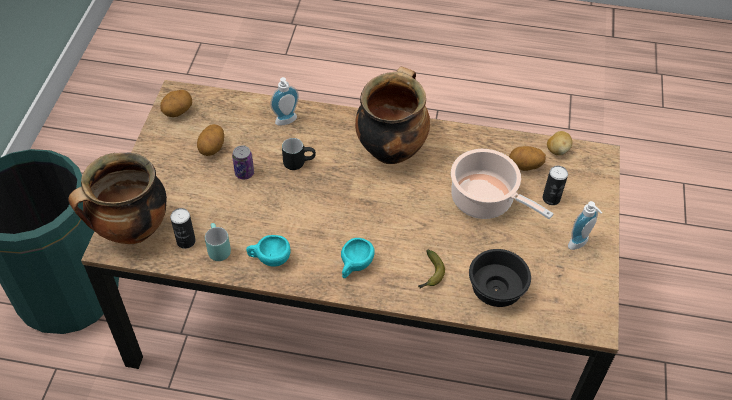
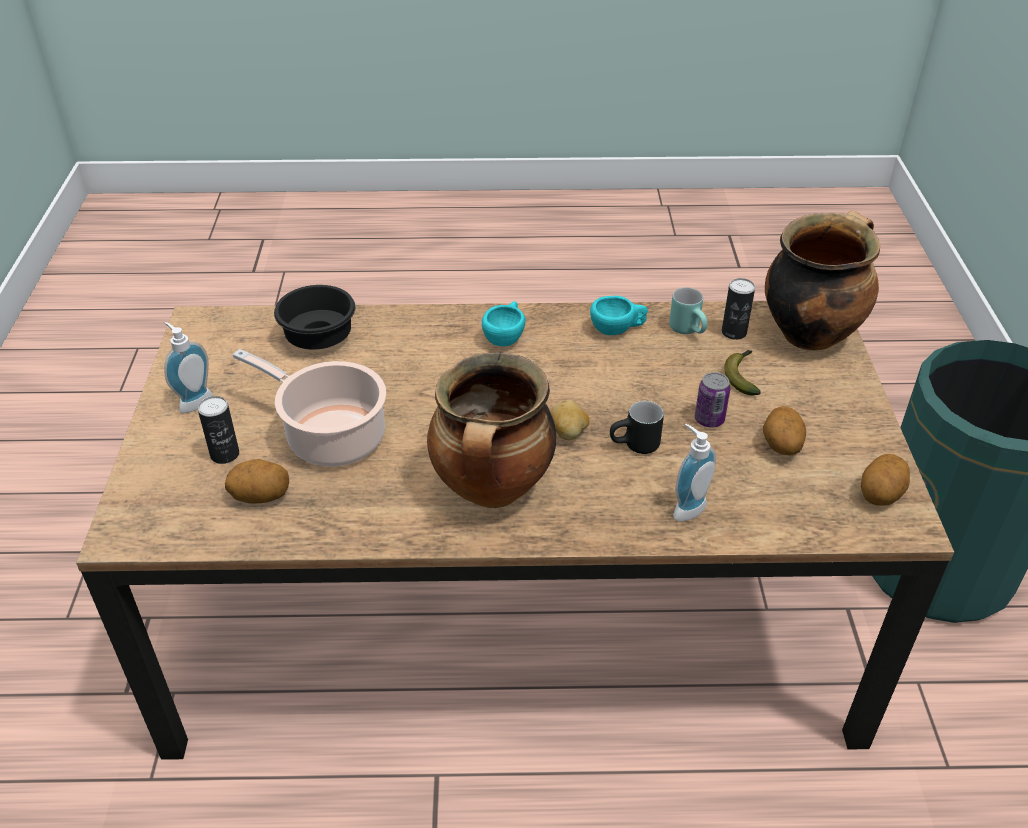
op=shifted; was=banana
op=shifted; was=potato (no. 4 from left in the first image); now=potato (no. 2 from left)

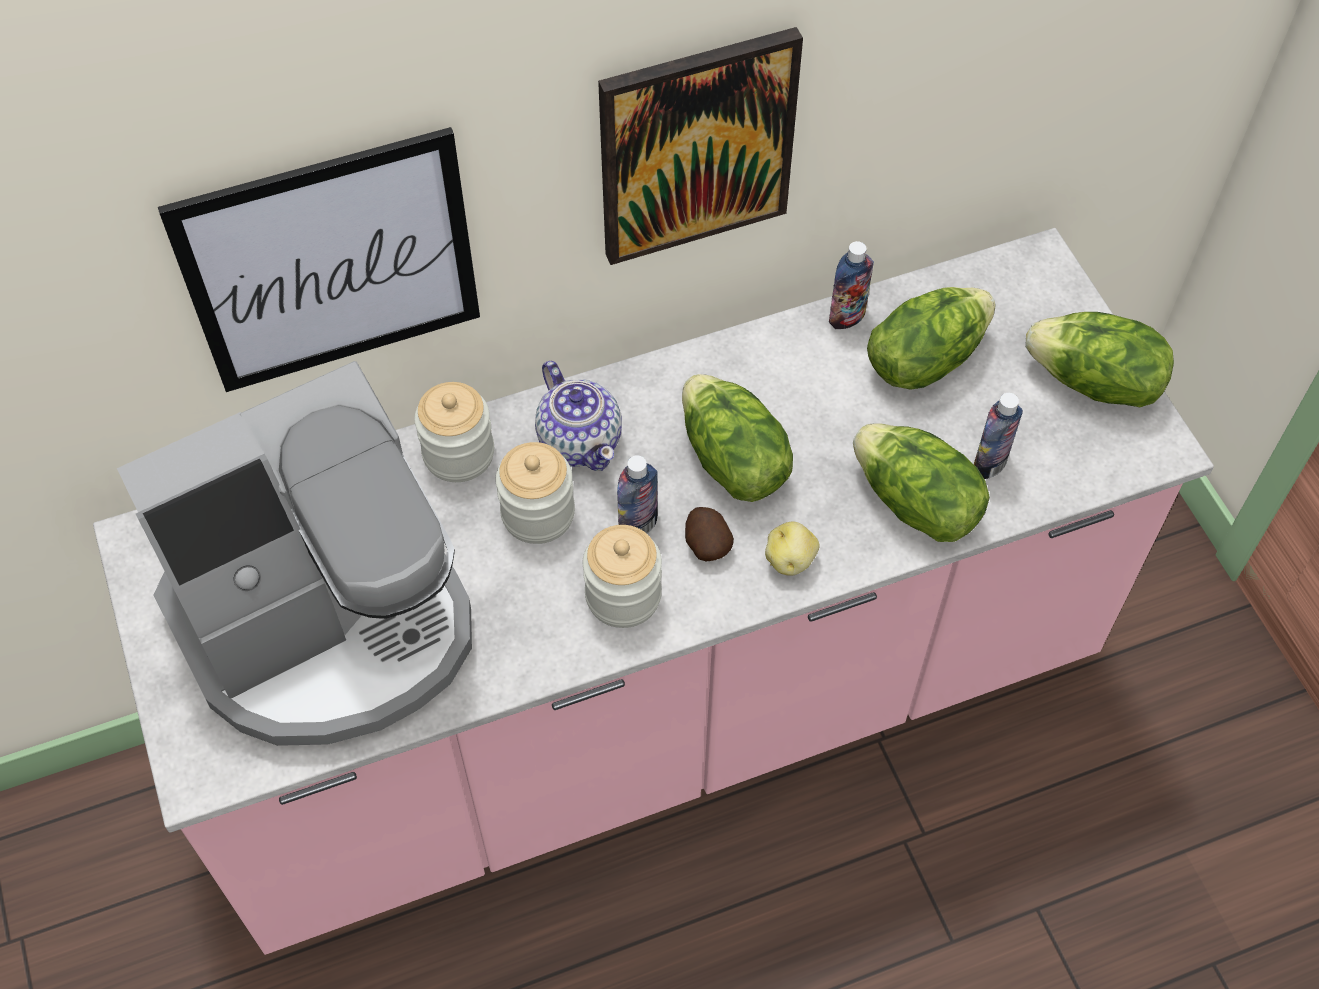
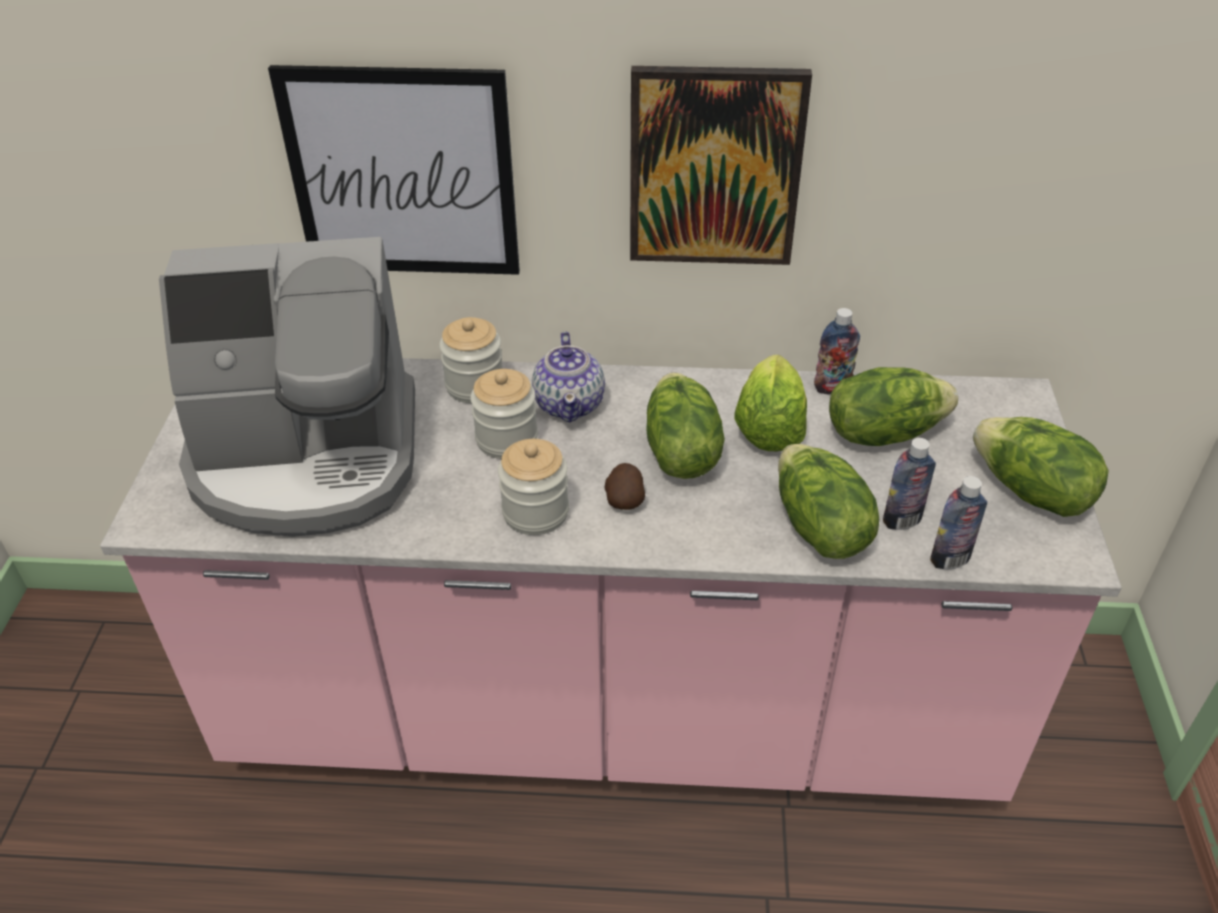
op=shifted; was=bottle (no. 1 from left in the first image); now=bottle (no. 3 from left)
op=gone; was=potato (no. 2 from left)
op=new; now=lettuce (no. 2 from left)

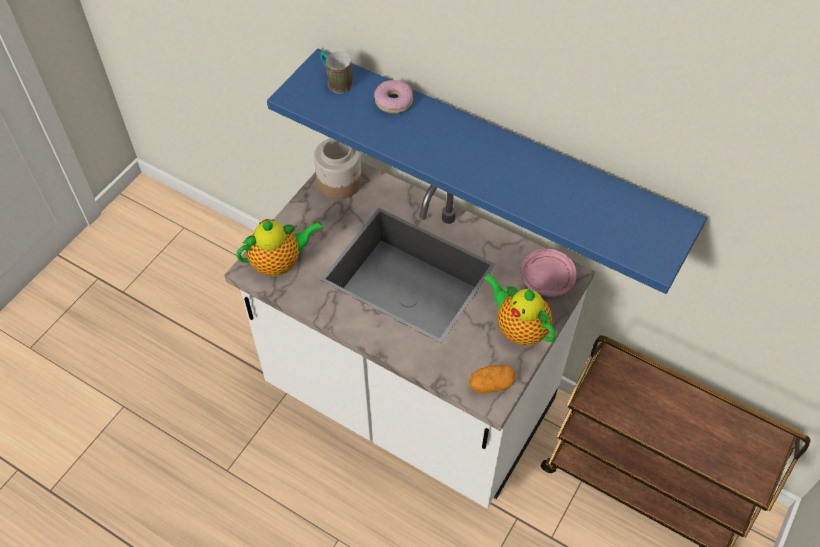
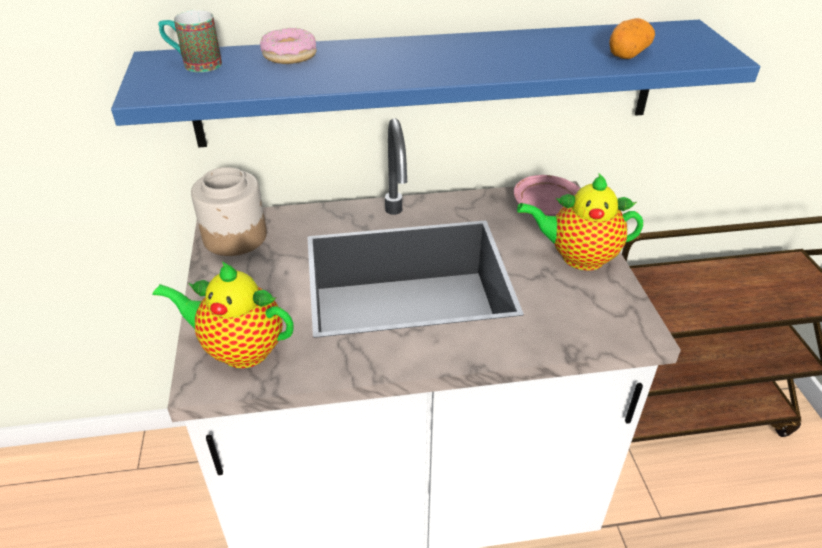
op=rotated; was=teapot (no. 1 from left); clockwise=-105
op=shifted; was=potato

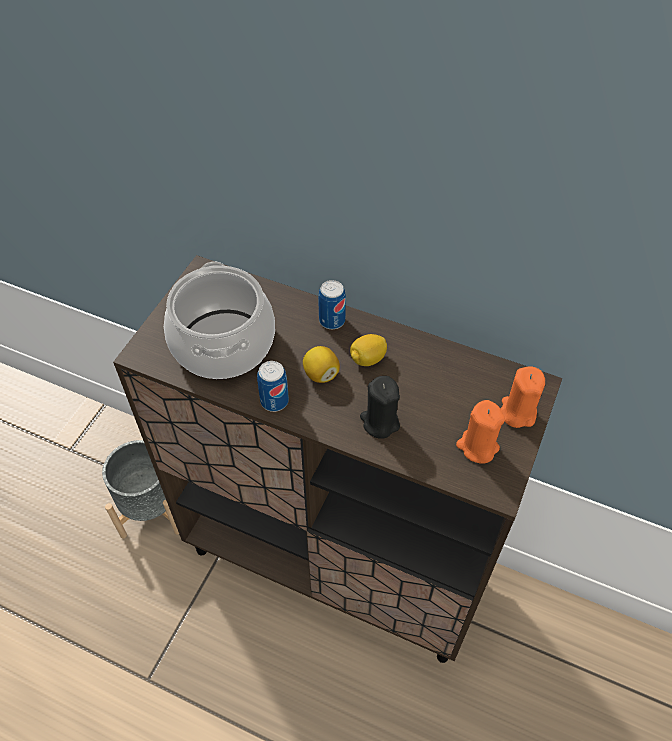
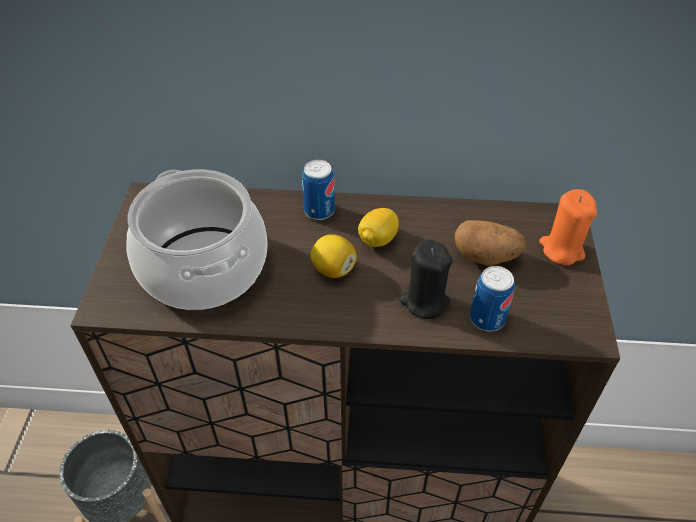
op=shifted; was=can (no. 1 from left in the first image); now=can (no. 2 from left)
op=gone; was=candle/orange (no. 1 from left)
op=new; now=potato

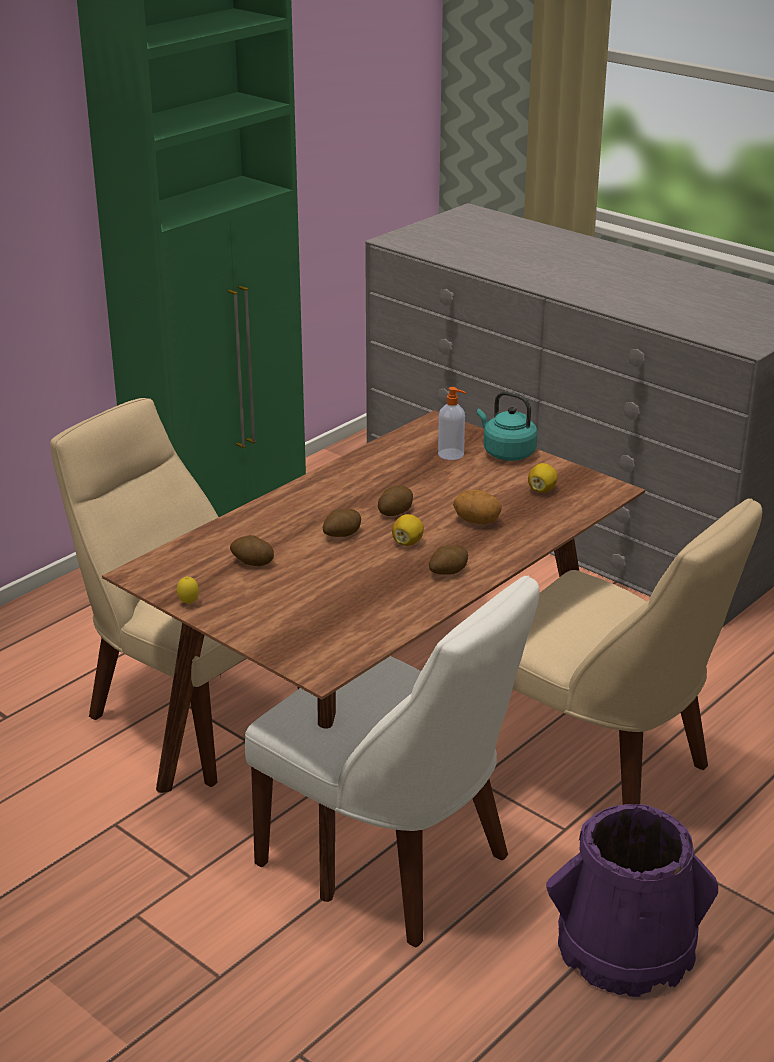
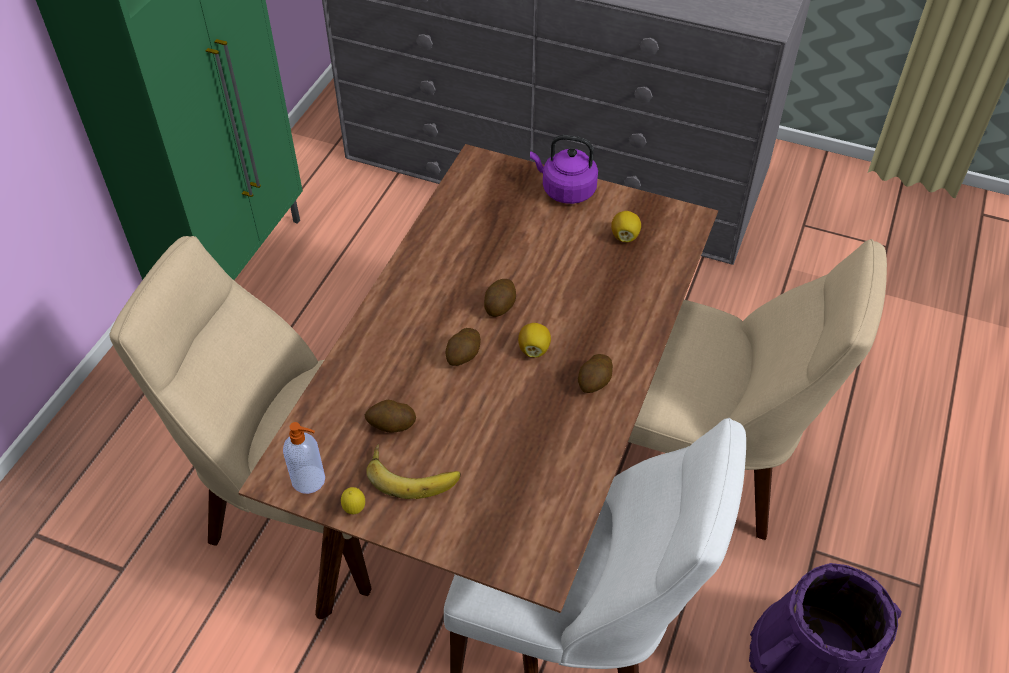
op=shifted; was=soap dispenser
op=gone; was=potato (no. 5 from left)
op=repainted; was=kettle/turquoise; now=kettle/purple
op=new; now=banana

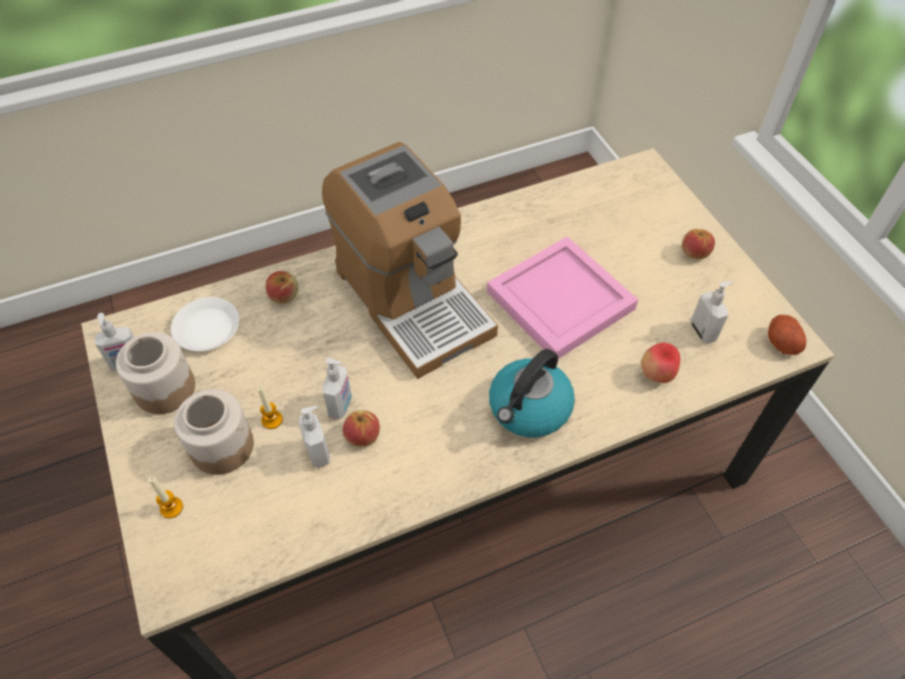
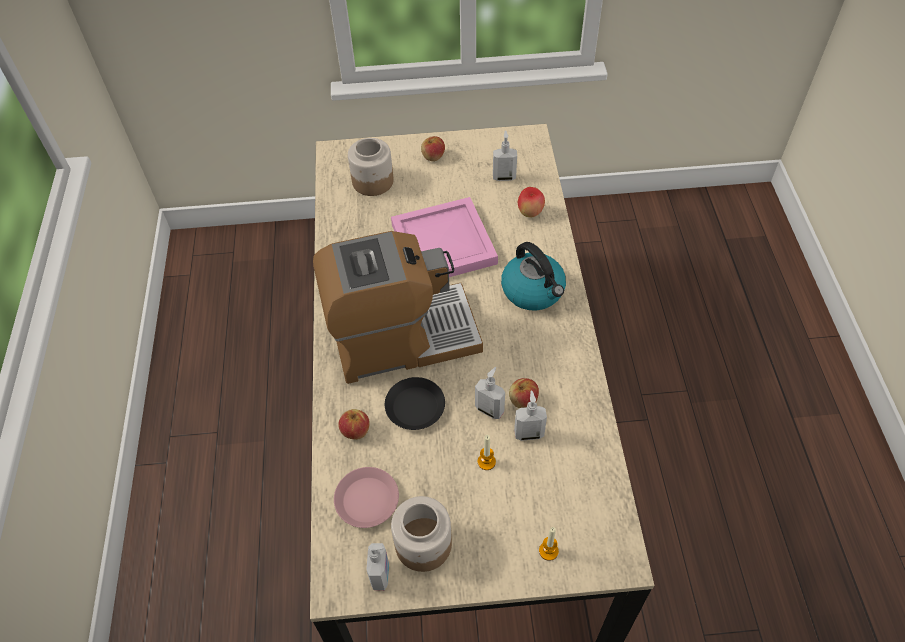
op=repainted; was=plate/white; now=plate/pink
op=shifted; was=jar (no. 2 from left in the first image); now=jar (no. 1 from left)
op=gone; was=potato
op=new; now=plate/black

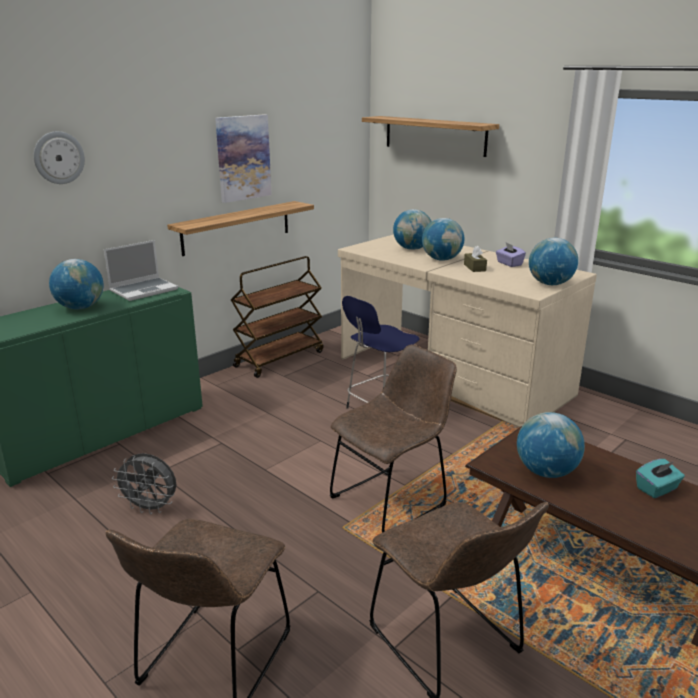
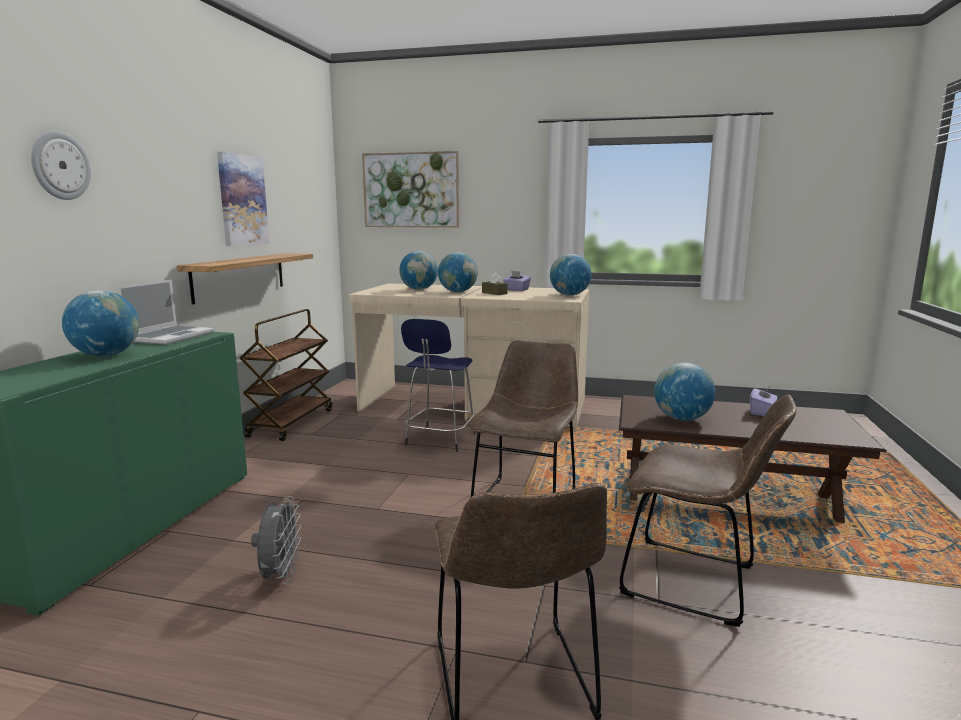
op=rotated; was=fan/grey; clockwise=-75
op=swapped; was=shelf (no. 2 from left); now=picture (no. 2 from left)
op=repainted; was=tissue box/turquoise; now=tissue box/purple (no. 2 from left)

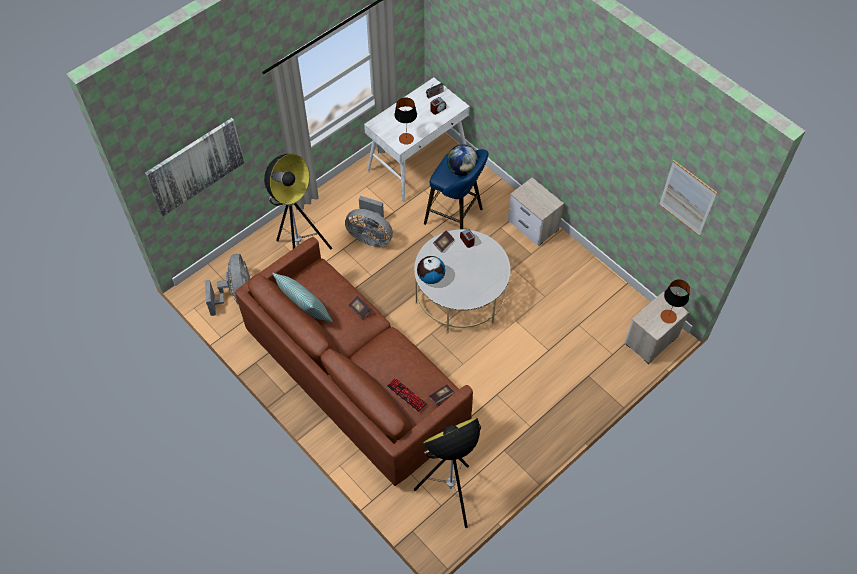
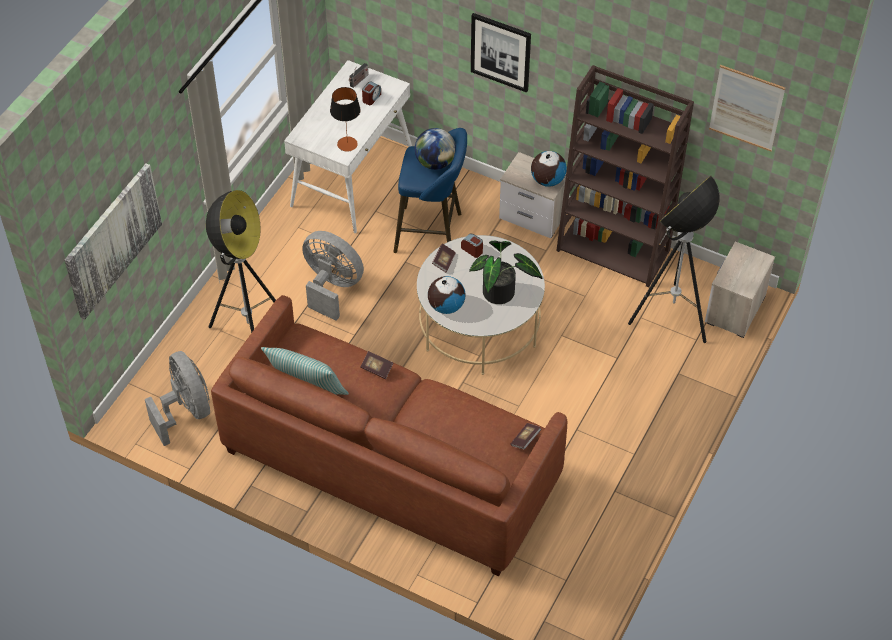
op=rotated; was=fan/grey (no. 2 from left); clockwise=-150
op=gone; was=keyboard
op=shifted; was=floor lamp (no. 2 from left)
op=gone; was=table lamp (no. 2 from left)
op=new; now=potted plant
op=new; now=picture (no. 2 from left)
op=new; now=globe (no. 3 from left)
op=new; now=bookcase/brown

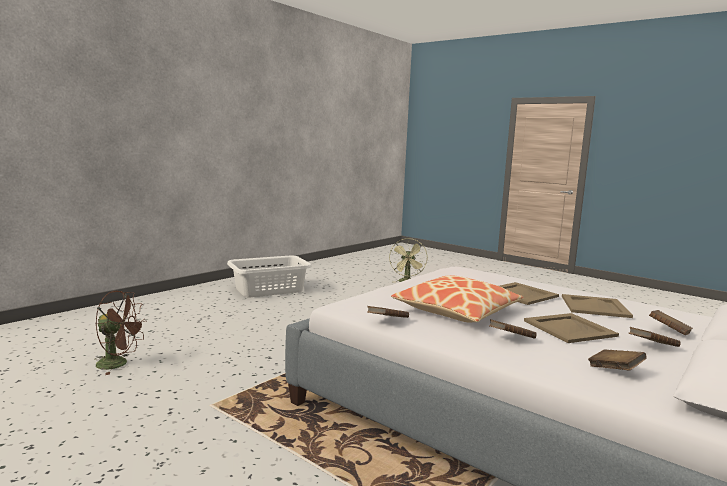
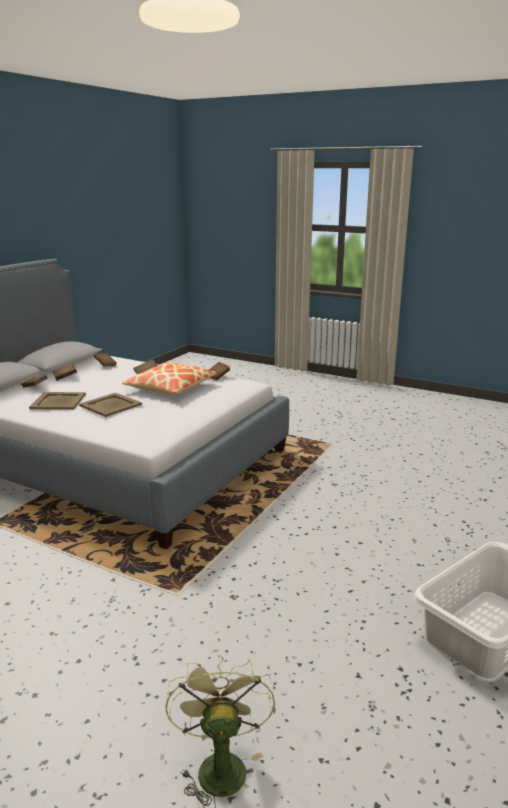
op=gone; was=fan/brown
op=gone; was=tray/beige (no. 2 from left)

